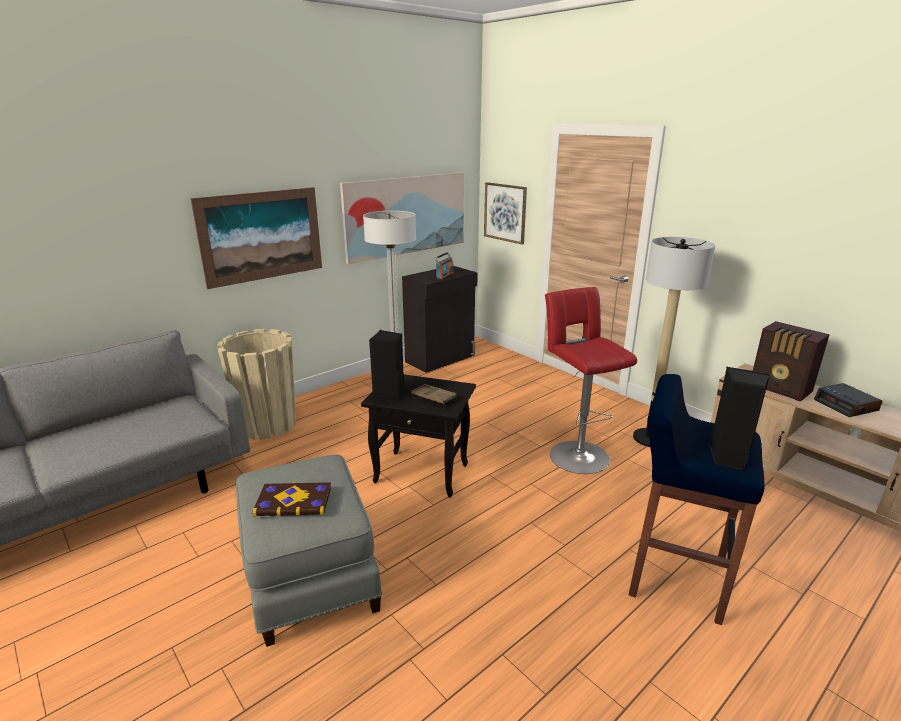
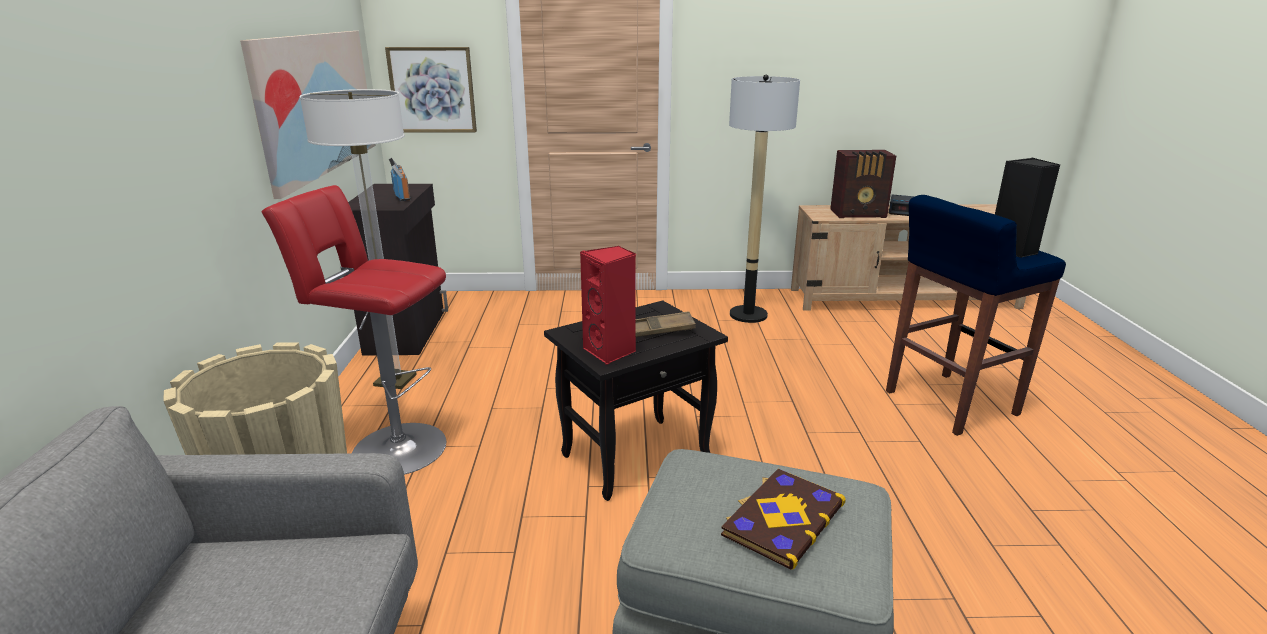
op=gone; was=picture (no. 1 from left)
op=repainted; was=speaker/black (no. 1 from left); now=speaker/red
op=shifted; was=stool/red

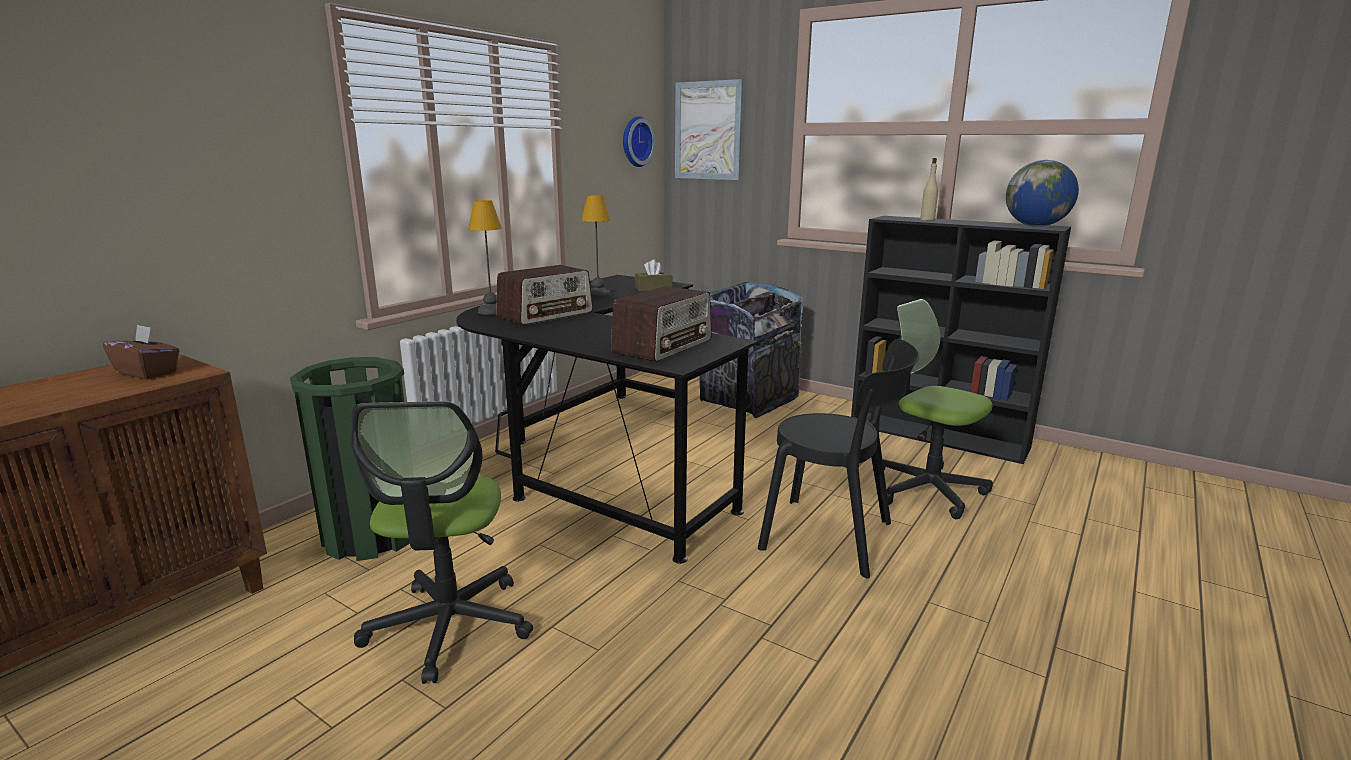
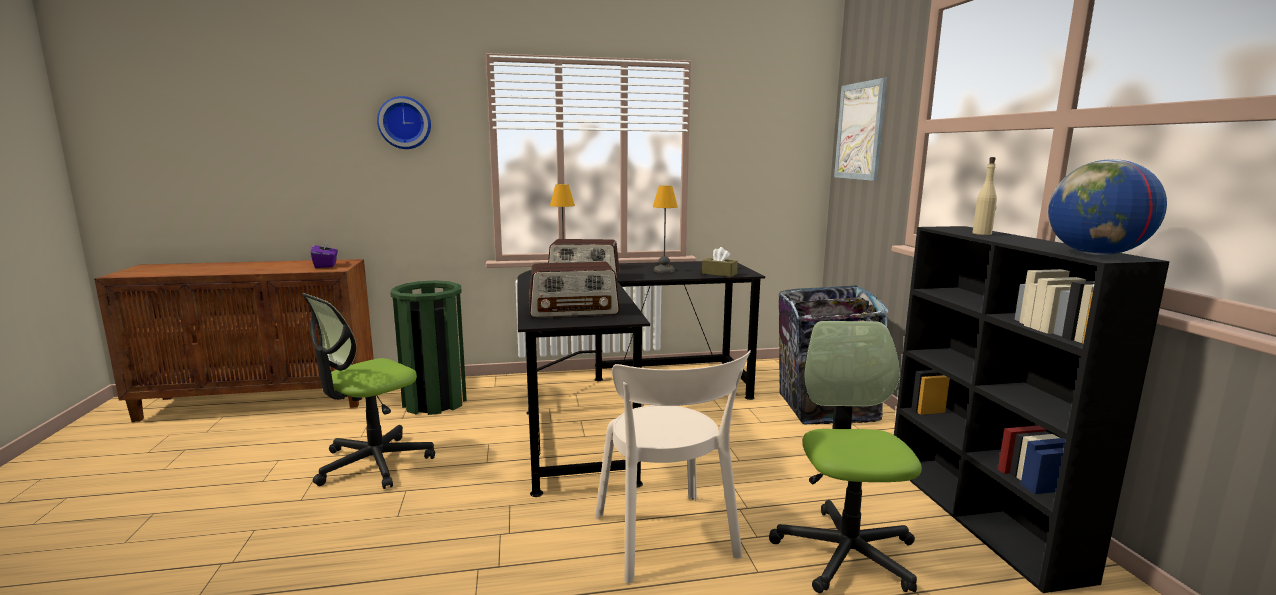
op=repainted; was=tissue box/brown (no. 1 from left); now=tissue box/purple
op=shifted; was=wall clock
op=repainted; was=chair/black; now=chair/beige

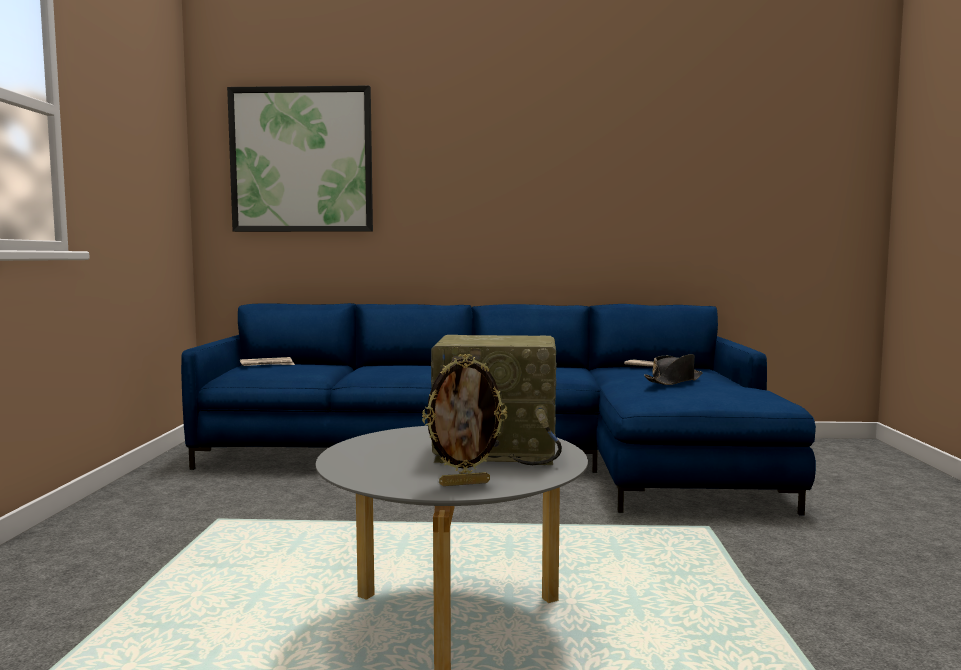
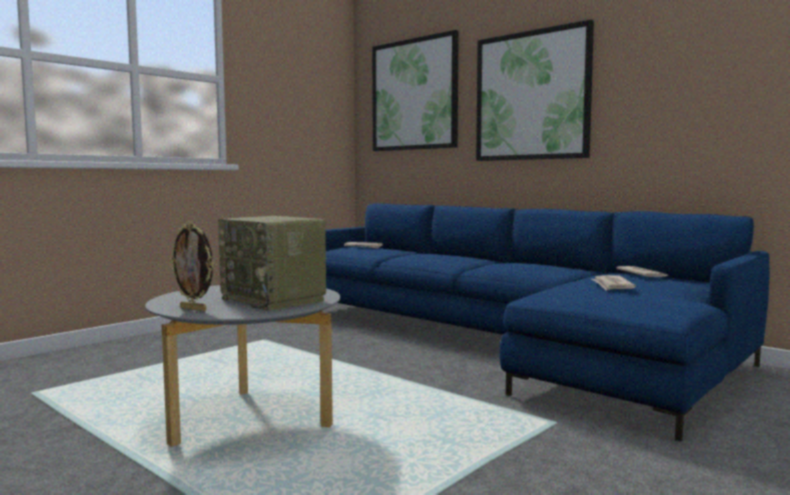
op=swapped; was=hat/black; now=newspaper (no. 2 from left)
op=new; now=picture (no. 2 from left)

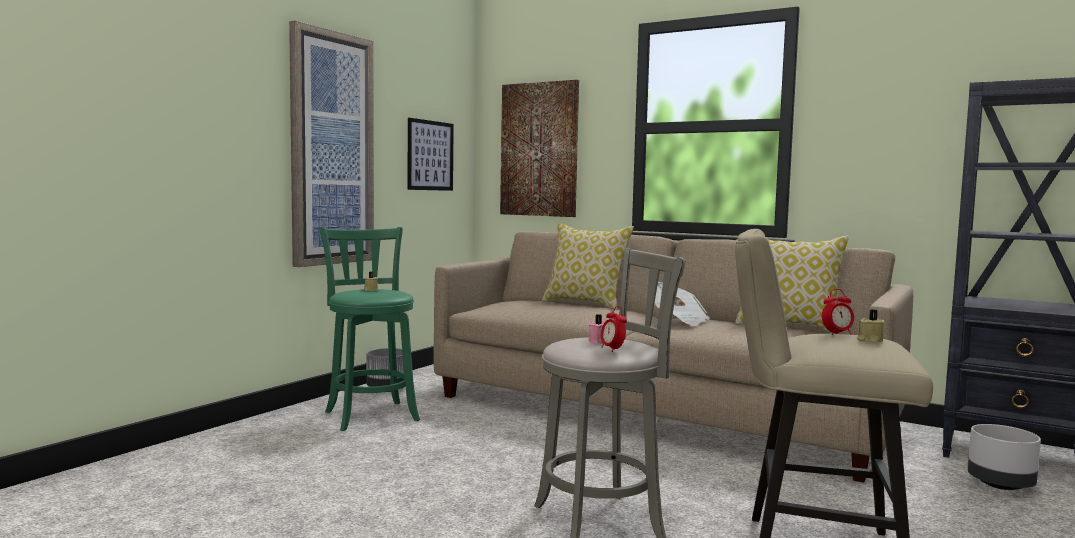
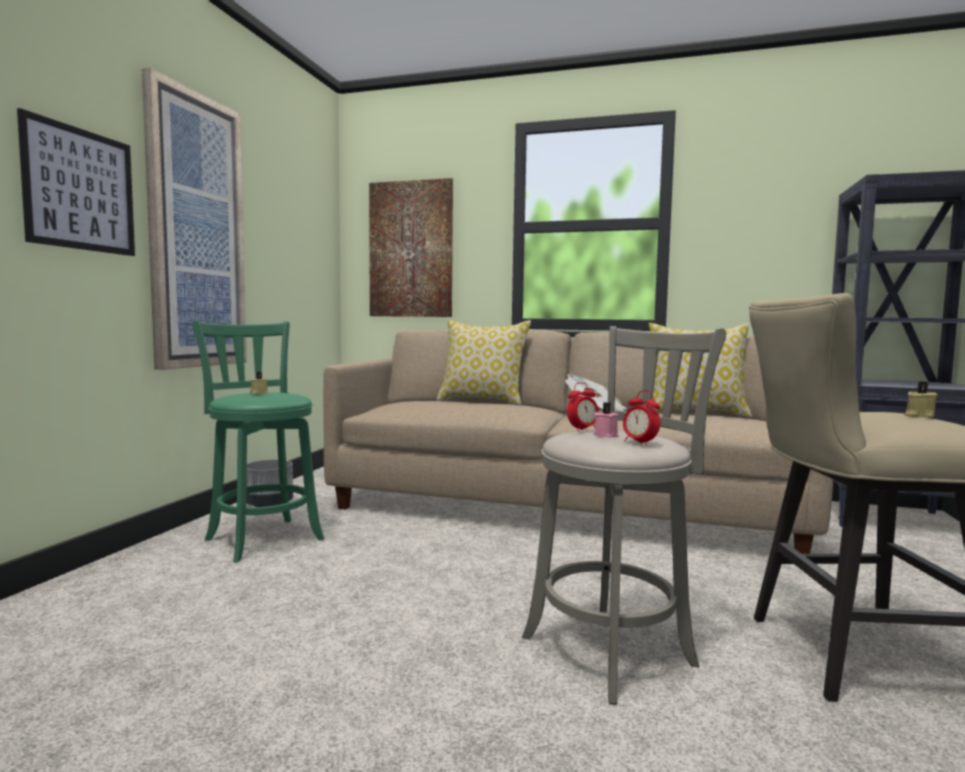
op=shifted; was=picture (no. 2 from left in the first image); now=picture (no. 1 from left)
op=shifted; was=alarm clock (no. 2 from left in the first image); now=alarm clock (no. 1 from left)
op=gone; was=planter/grey (no. 2 from left)

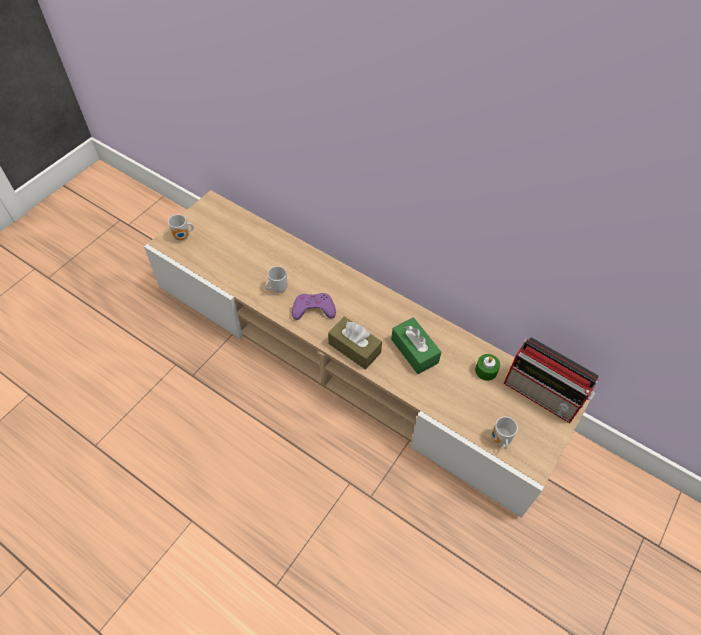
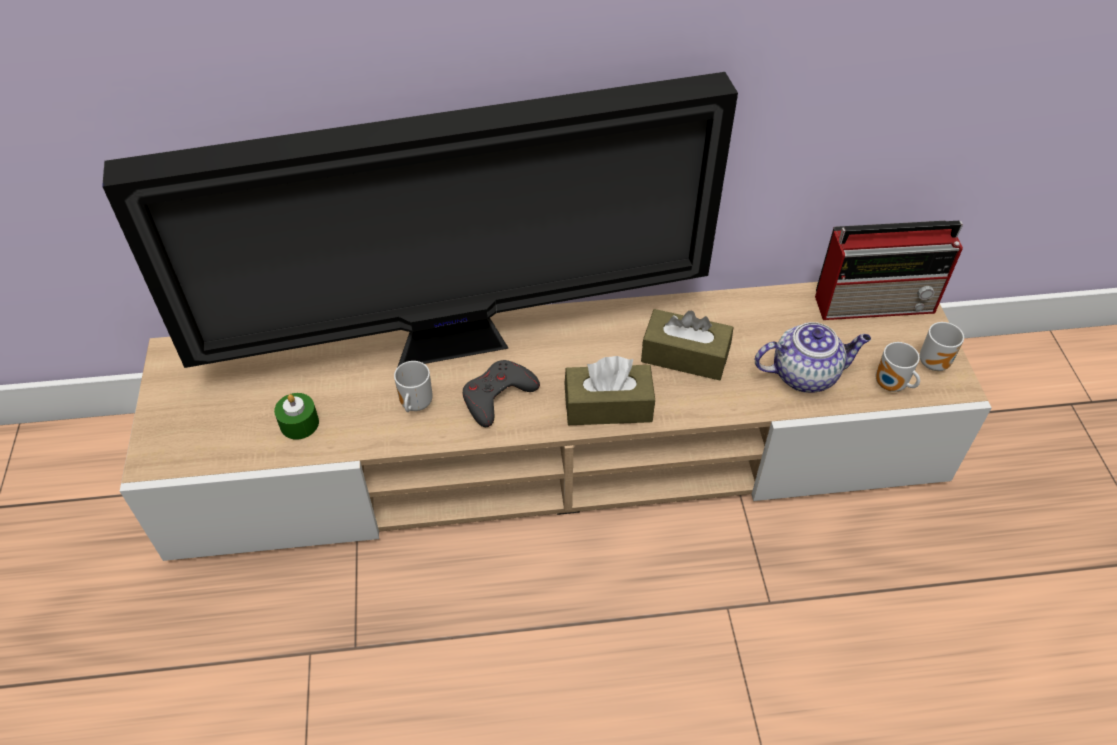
op=shifted; was=mug (no. 1 from left in the first image); now=mug (no. 3 from left)
op=repainted; was=game controller/purple; now=game controller/grey
op=repainted; was=tissue box/green; now=tissue box/brown (no. 2 from left)
op=shifted; was=candle/green
op=new; now=television
op=new; now=teapot

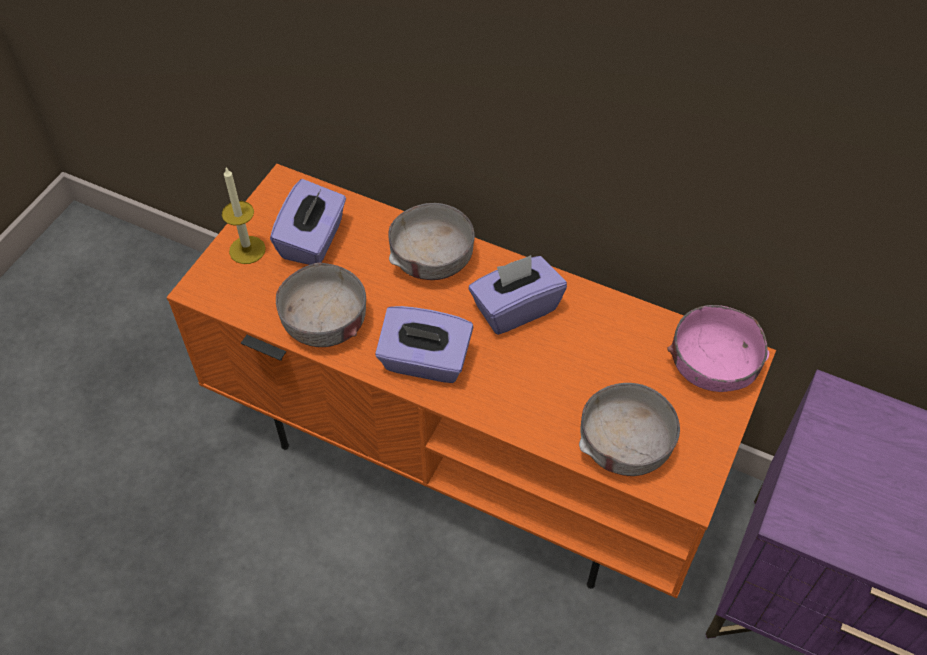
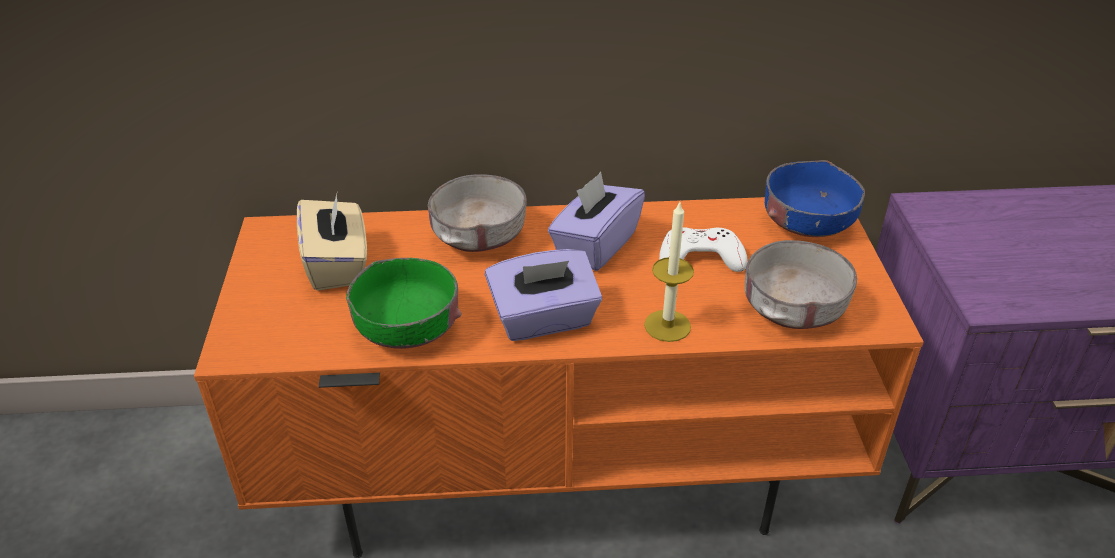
op=shifted; was=candle
op=repainted; was=tissue box/purple (no. 1 from left); now=tissue box/beige
op=repainted; was=bowl/grey (no. 1 from left); now=bowl/green
op=repainted; was=bowl/pink; now=bowl/blue
op=new; now=game controller/white

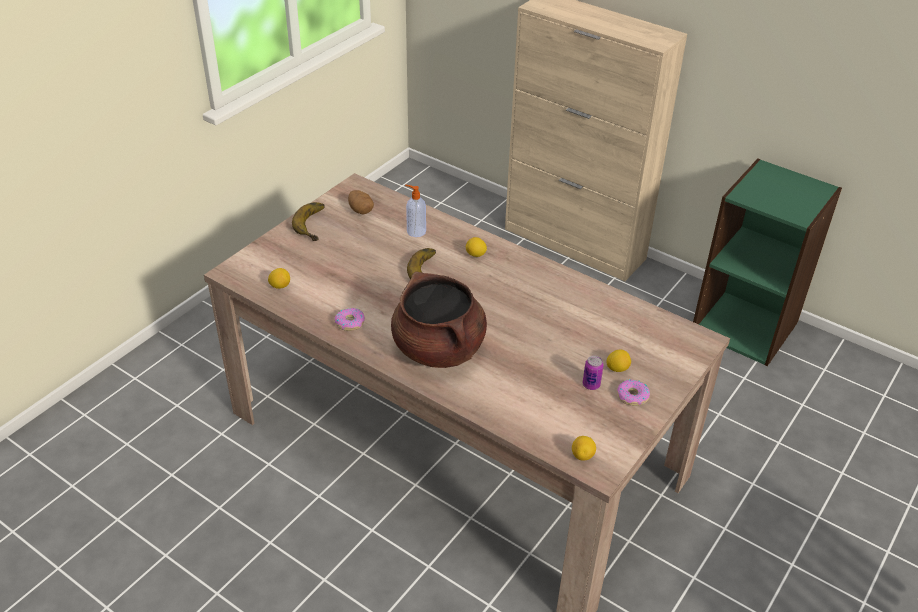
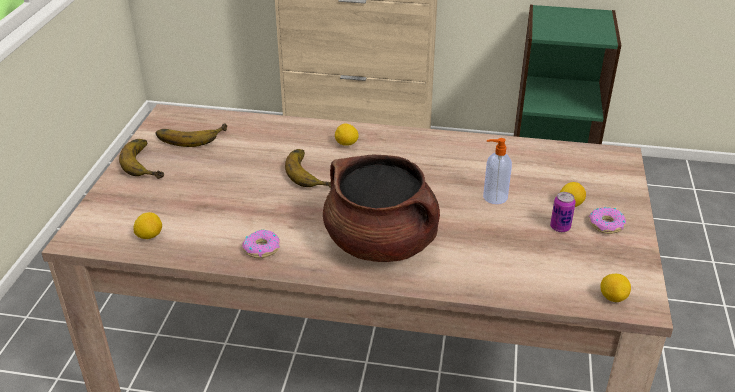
op=swapped; was=potato; now=banana (no. 2 from left)
op=shifted; was=soap dispenser

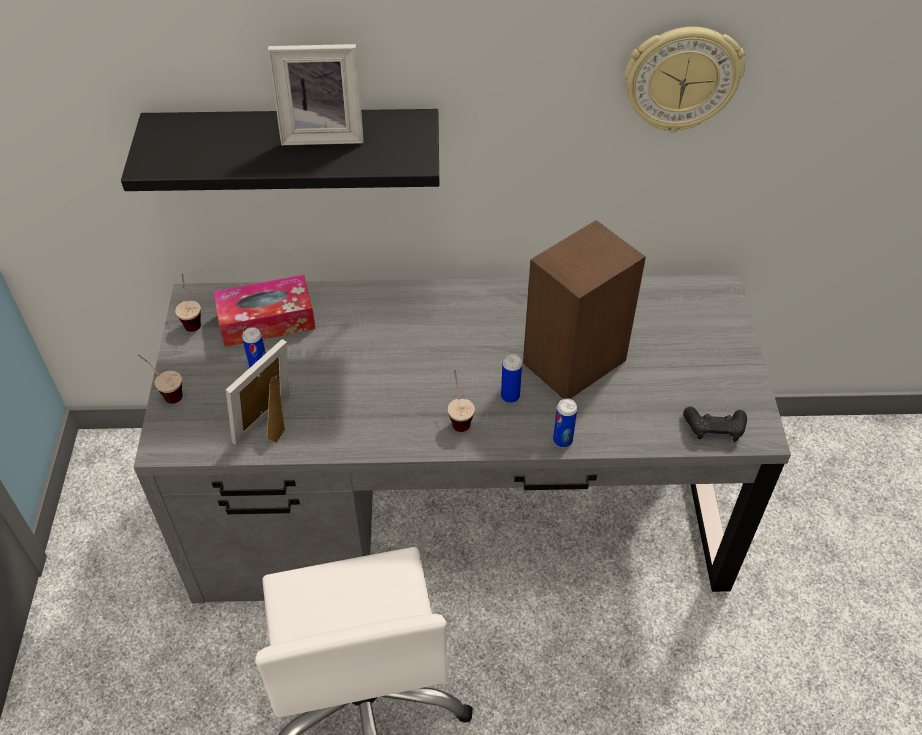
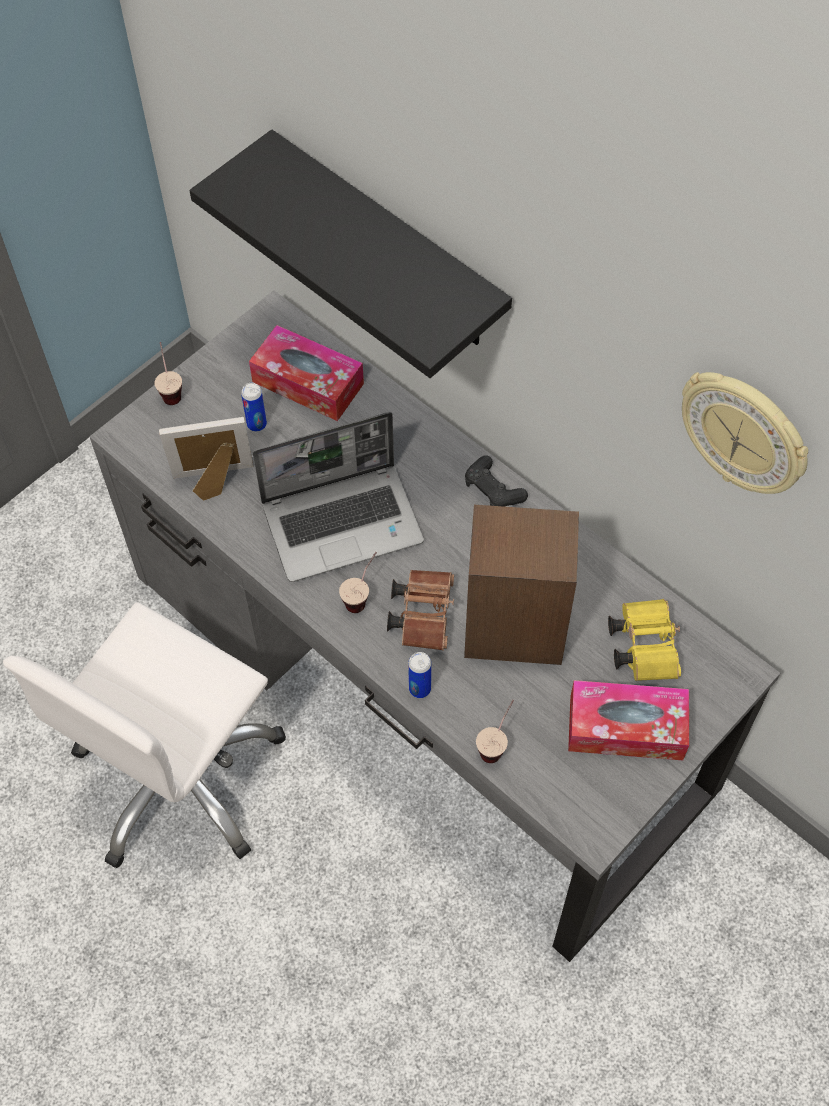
op=shifted; was=cup (no. 2 from left in the first image); now=cup (no. 3 from left)
op=gone; was=picture frame (no. 2 from left)
op=swapped; was=can (no. 2 from left); now=binoculars/brown
op=shifted; was=game controller/black
op=new; now=laptop
op=new; now=tissue box (no. 2 from left)
op=new; now=binoculars/yellow

